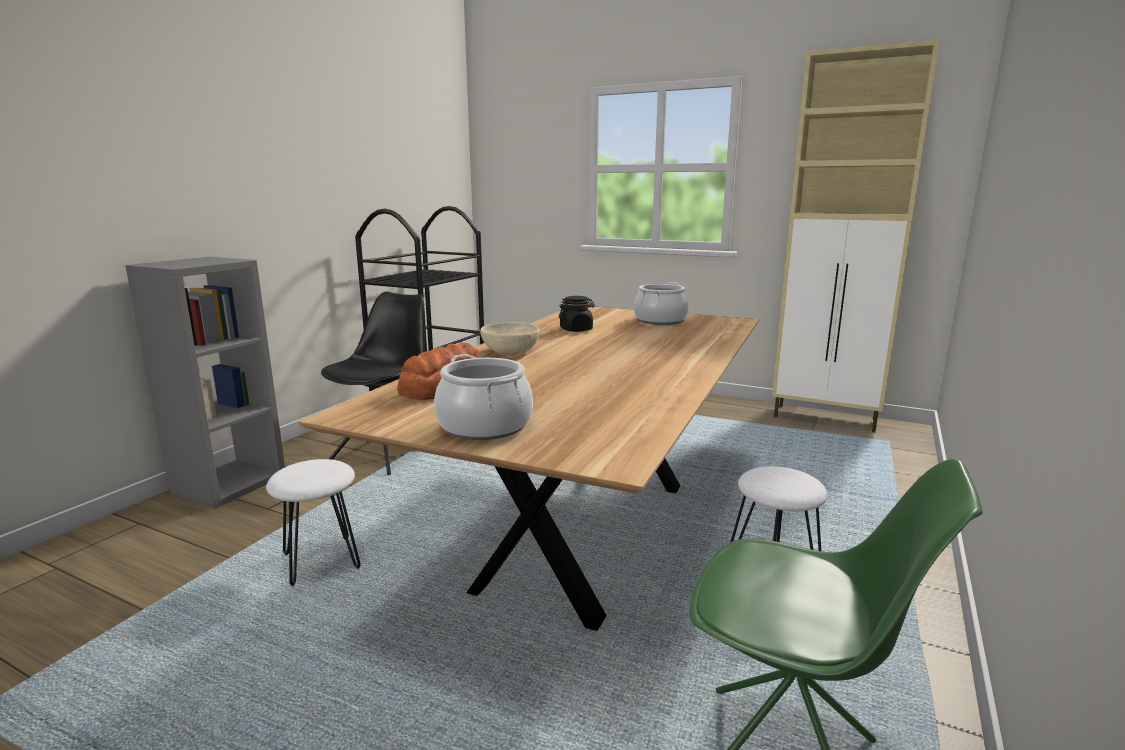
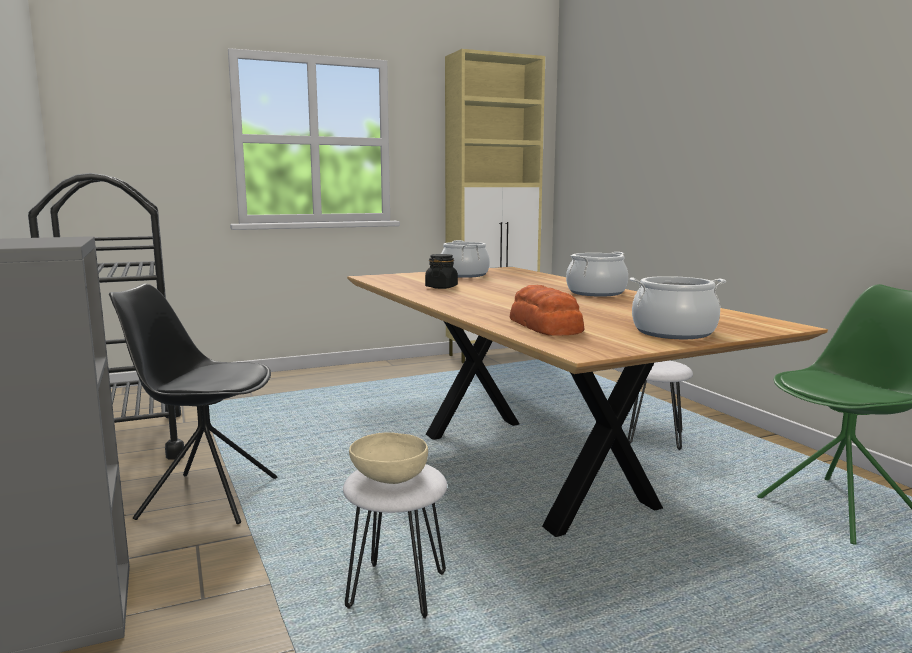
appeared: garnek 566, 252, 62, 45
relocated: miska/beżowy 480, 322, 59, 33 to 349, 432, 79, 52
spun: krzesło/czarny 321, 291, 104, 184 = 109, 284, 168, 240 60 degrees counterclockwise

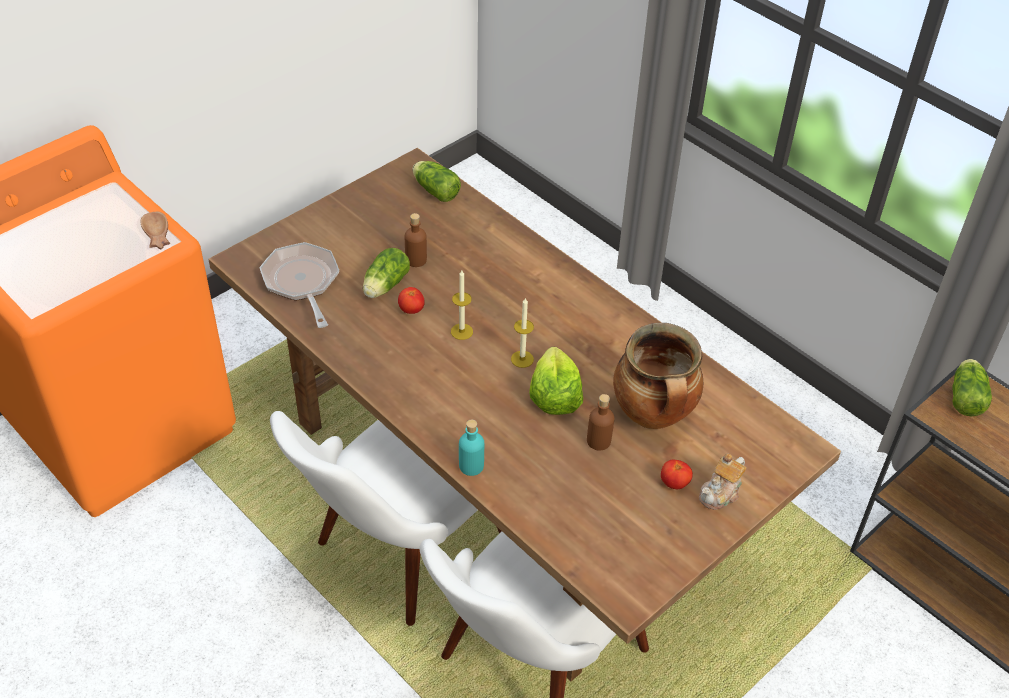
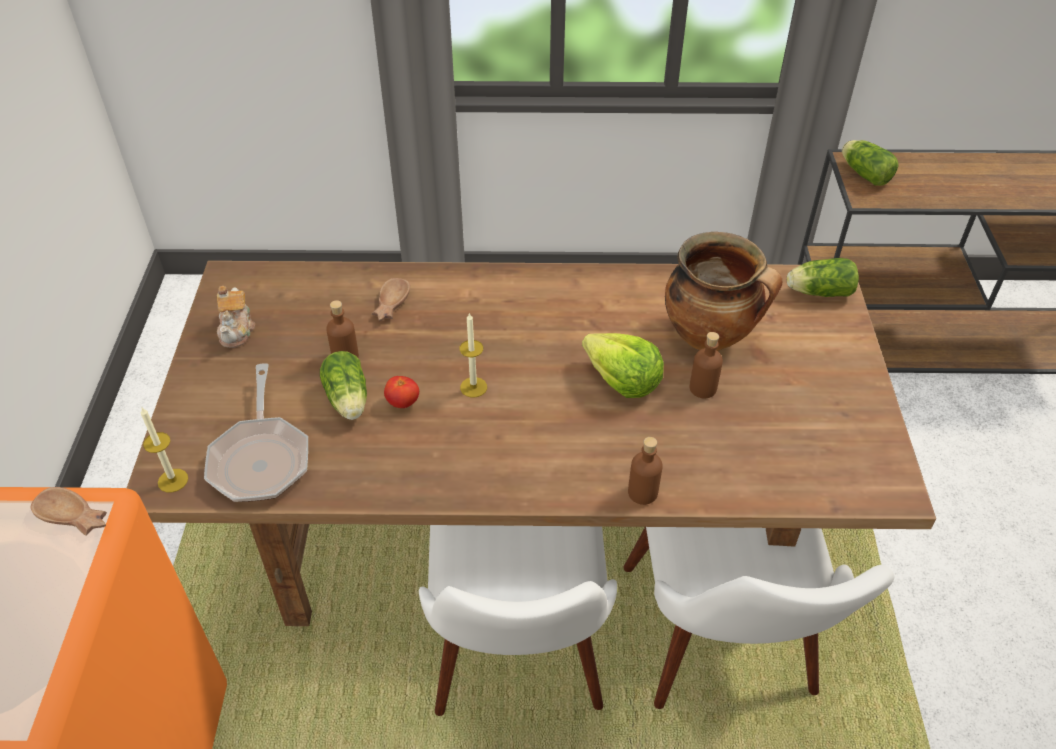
missing: pomidor 661, 459, 32, 30
appeared: miska/brązowy 371, 278, 39, 43
relocated: sałata 413, 161, 48, 41 to 787, 258, 72, 39; świeca 511, 297, 23, 71 to 141, 408, 47, 85; imbryk 699, 453, 47, 57 to 217, 286, 38, 62
colour: butelka/turkusowy 459, 419, 25, 57 to butelka/brązowy 628, 437, 35, 68
spun: patelnia 259, 242, 80, 86 = 204, 363, 104, 139 120 degrees counterclockwise

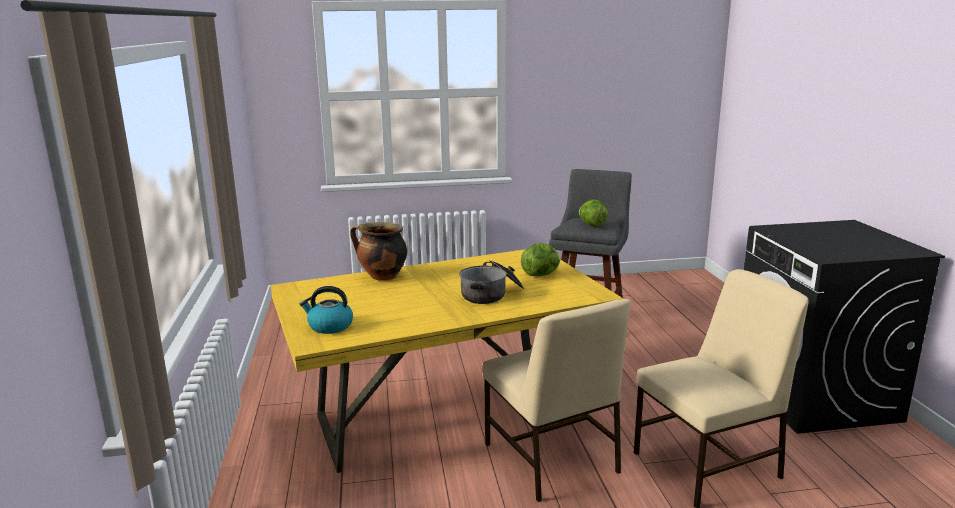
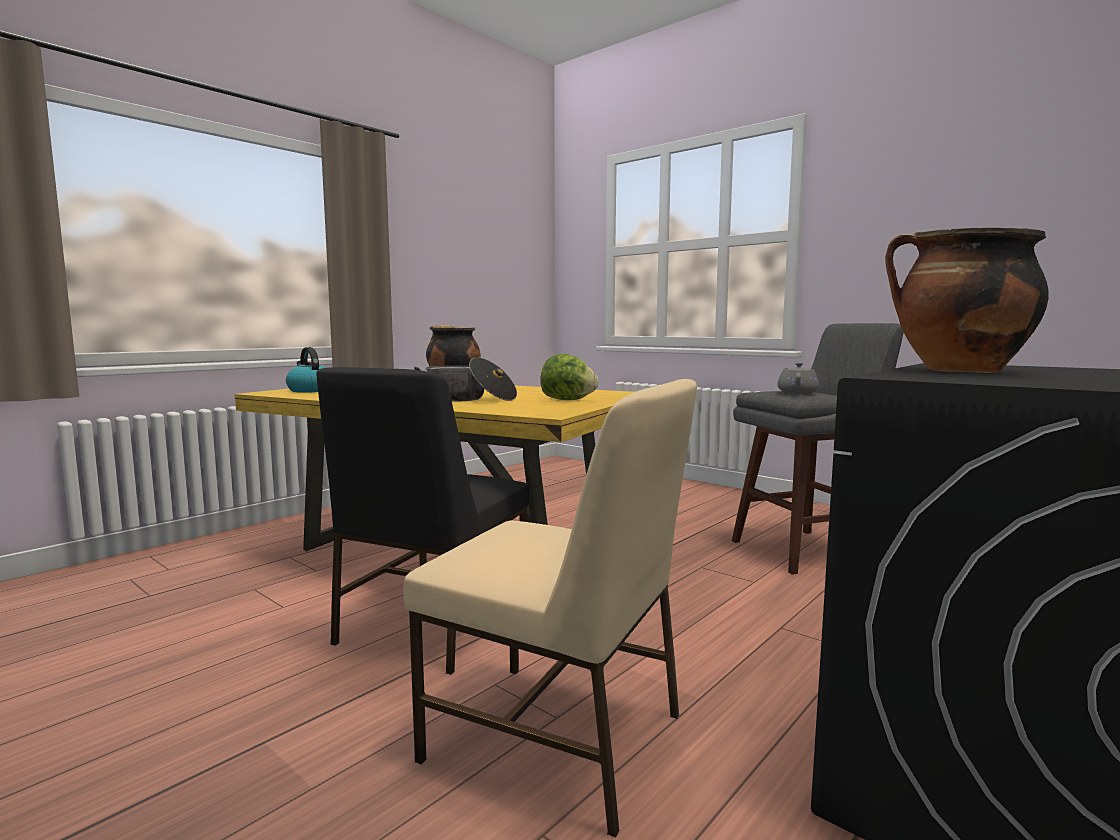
appeared: garnek 885, 228, 164, 145
exchanged: sałata 579, 200, 29, 27 to imbryk/szary 777, 363, 42, 31
colour: krzesło/beżowy 482, 299, 148, 203 to krzesło/czarny 316, 367, 213, 308

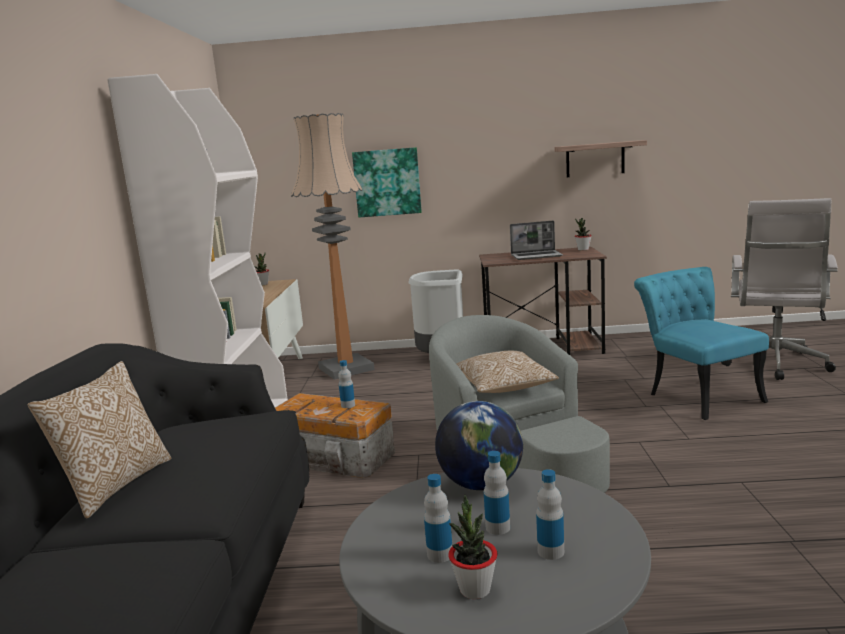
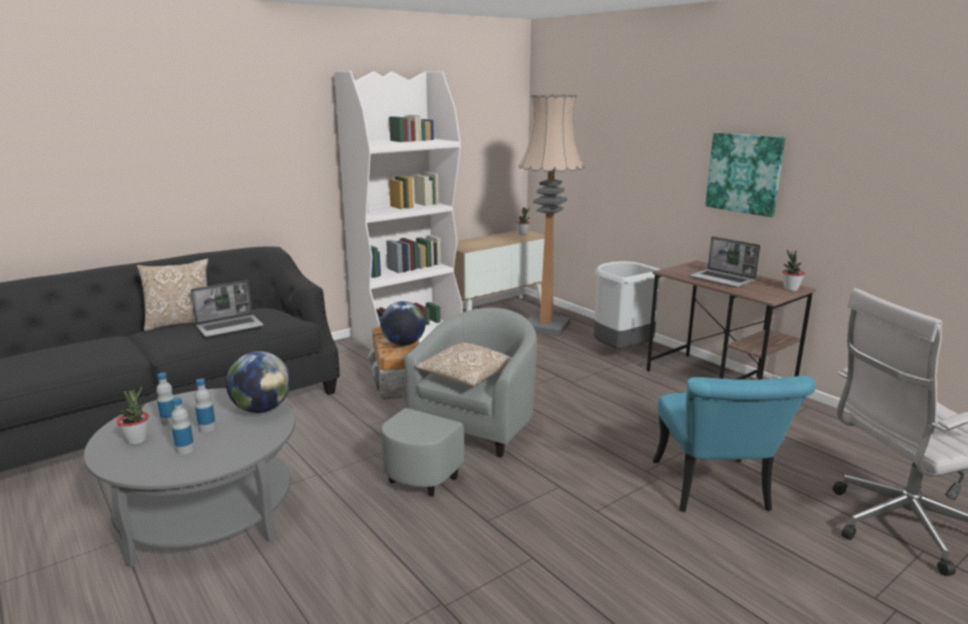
missing: półka 554, 140, 93, 37
appeared: laptop 191, 280, 73, 57
relocated: obraz 352, 147, 70, 70 to 705, 133, 80, 84
exchanged: butelka 338, 360, 17, 48 to globus 381, 301, 45, 45
spun: krzesło/turkusowy 634, 267, 135, 153 = 653, 376, 163, 136 150 degrees clockwise

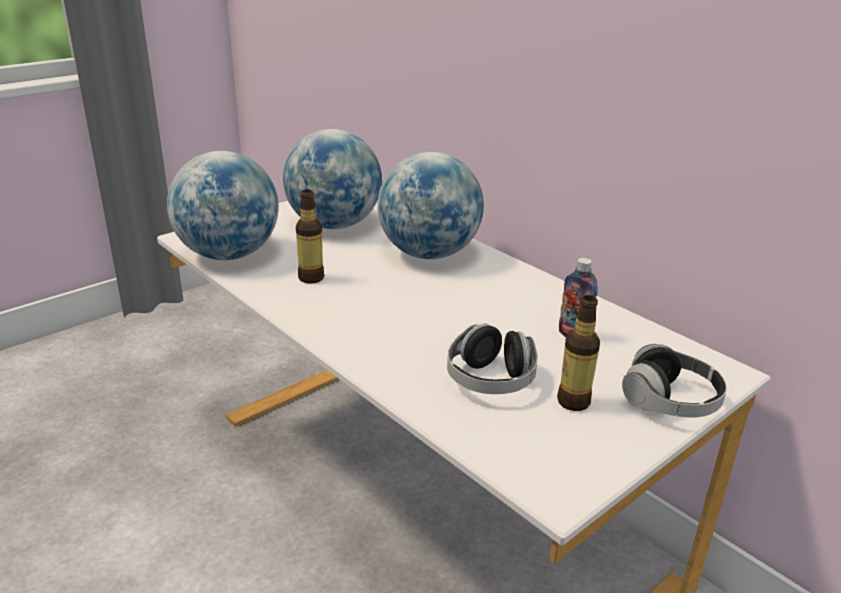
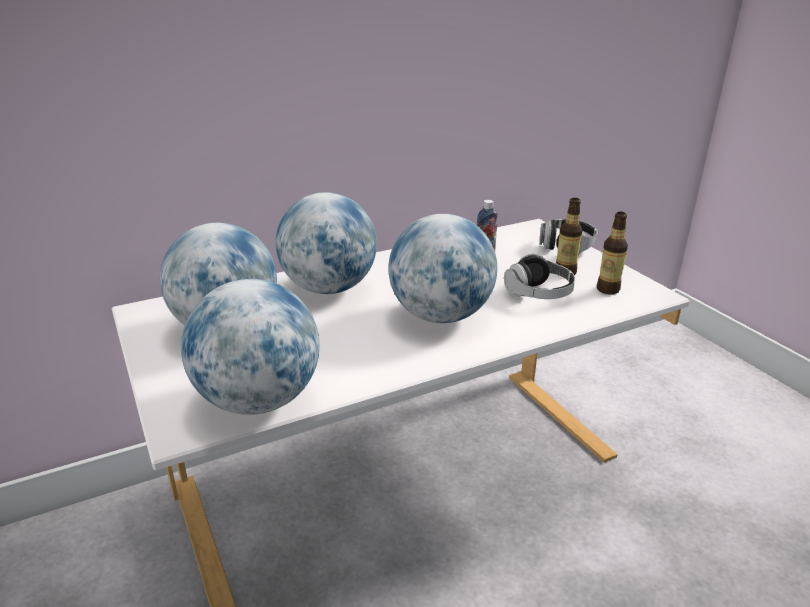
appeared: globus 388, 214, 109, 109
relocated: butelka 296, 189, 28, 95 to 597, 212, 31, 83

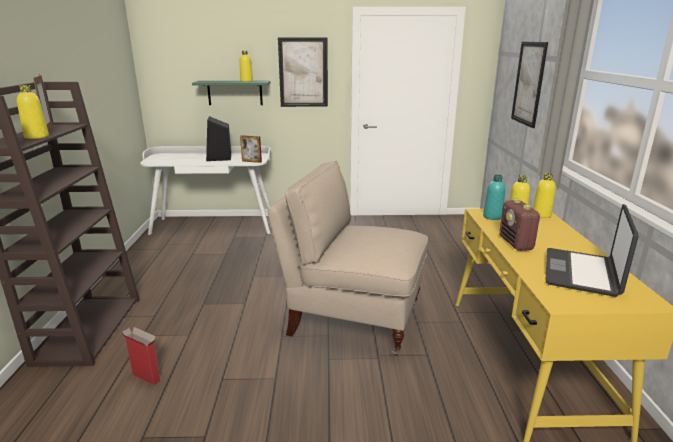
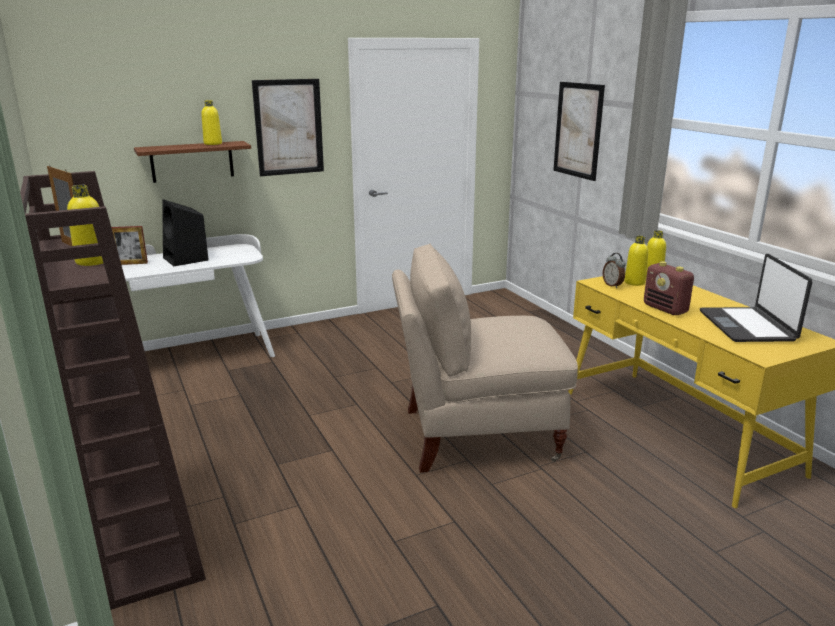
missing: karton 123, 327, 38, 58
relocated: ramka na zdjęcie 240, 135, 22, 28 to 111, 226, 37, 39
exchanged: butelka/turkusowy 483, 175, 22, 45 to budzik 603, 253, 23, 35
colour: półka/zielony 192, 81, 78, 24 to półka/brązowy 134, 141, 117, 42

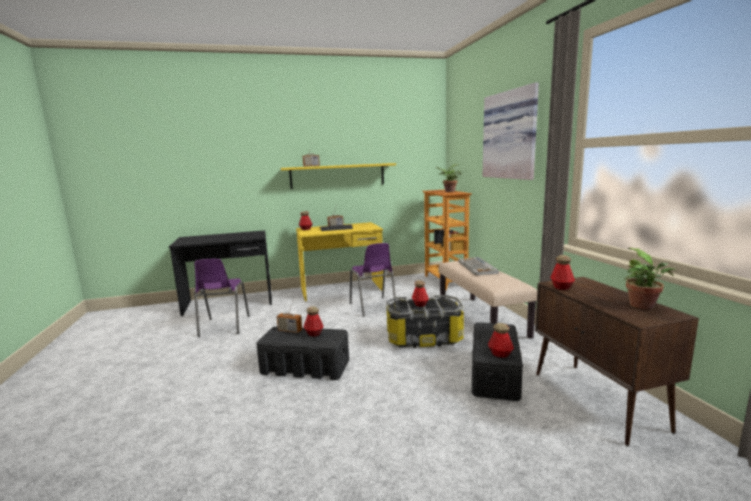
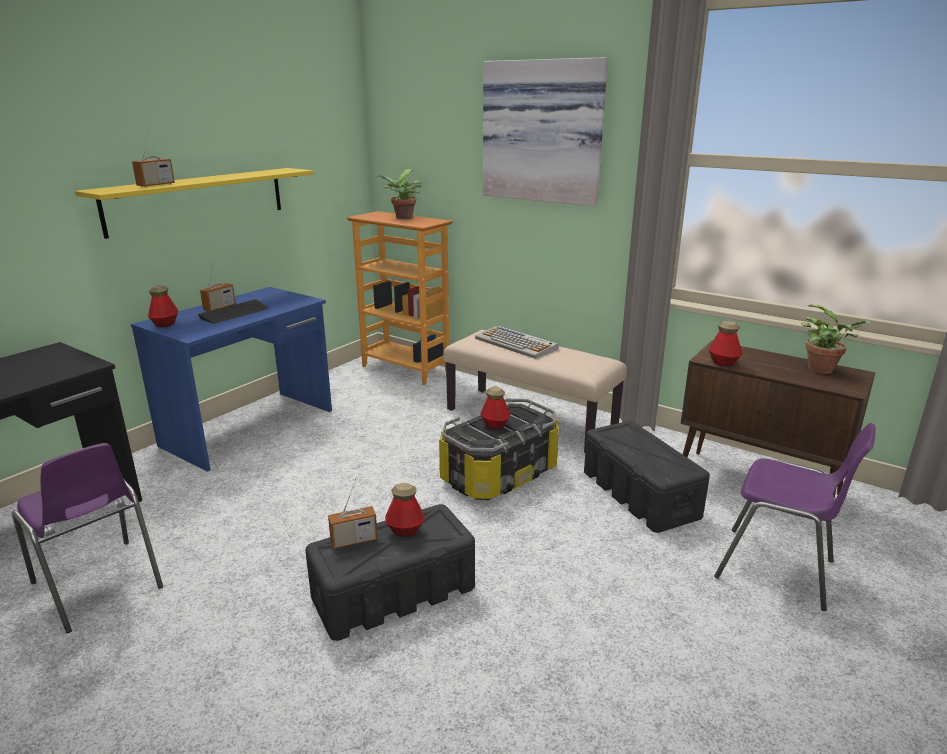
missing: butelka 488, 323, 26, 35
relocated: krzesło/fioletowy 350, 243, 46, 74 to 714, 423, 162, 188
colour: biurko/żółty 296, 222, 87, 79 to biurko/niebieski 131, 287, 201, 185

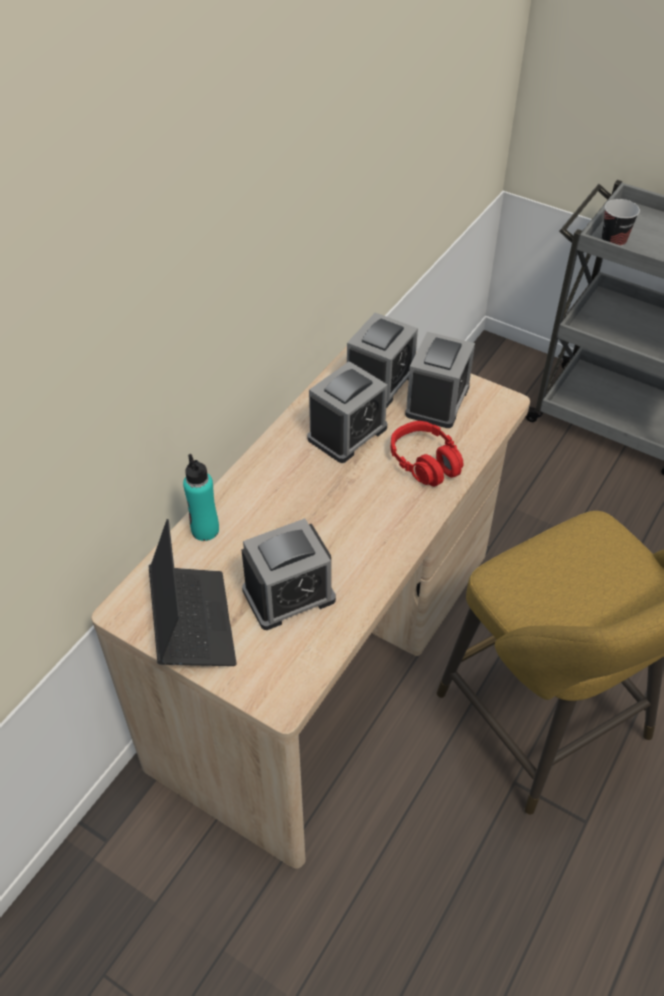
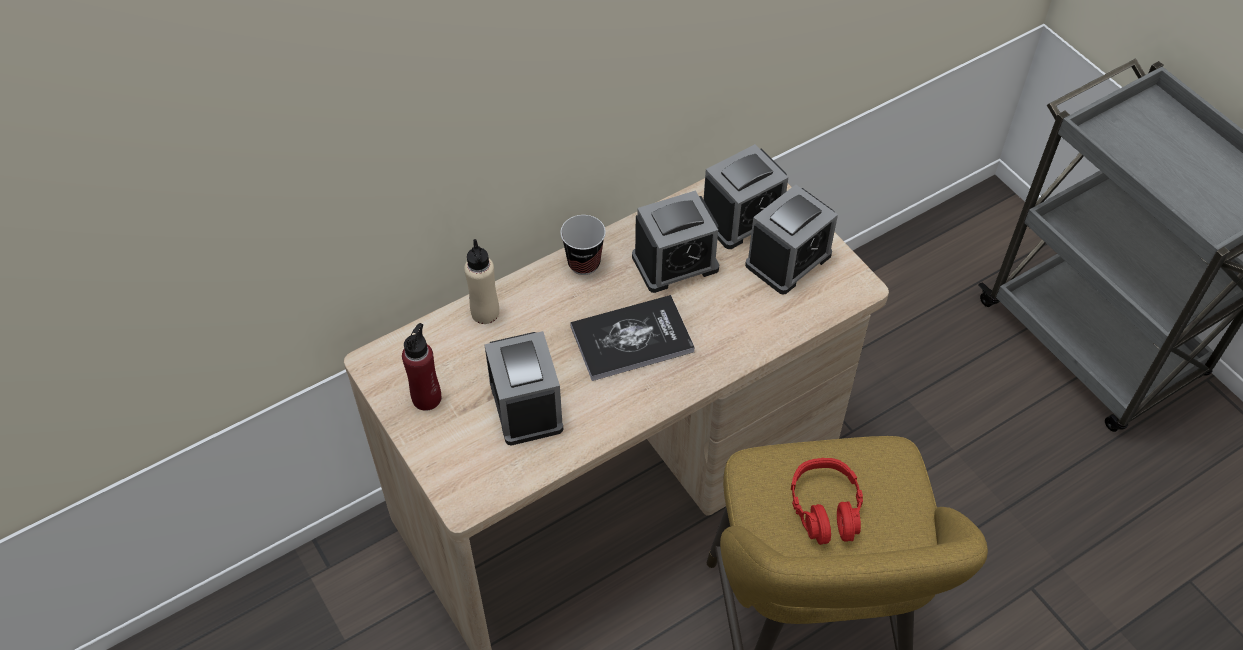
appeared: książka 570, 295, 125, 86
relocated: słuchawki/czerwony 391, 421, 73, 66 to 791, 458, 72, 87; filiżanka 602, 199, 38, 47 to 560, 215, 46, 60
exchanged: laptop 149, 519, 88, 147 to butelka/czerwony 402, 323, 39, 88
colour: butelka/turkusowy 183, 454, 36, 87 to butelka/beżowy 464, 239, 35, 85
spun: budzik 241, 518, 95, 112 = 484, 331, 79, 115 105 degrees counterclockwise

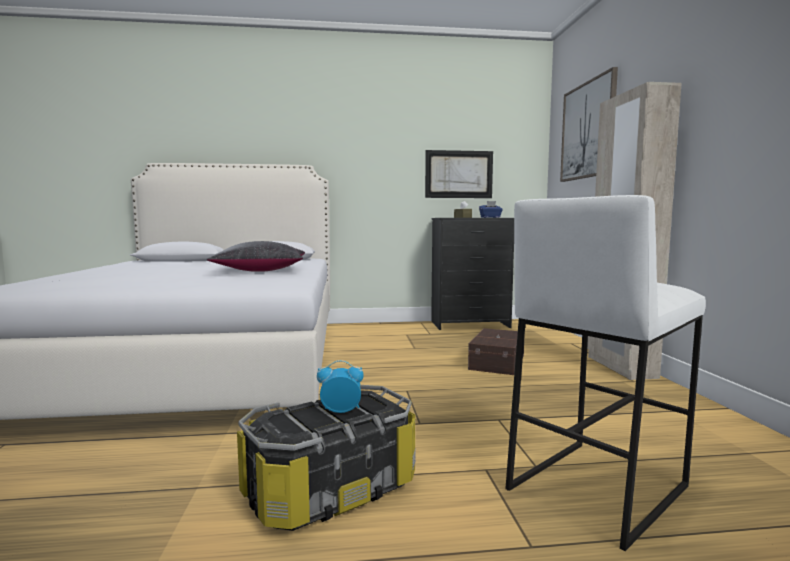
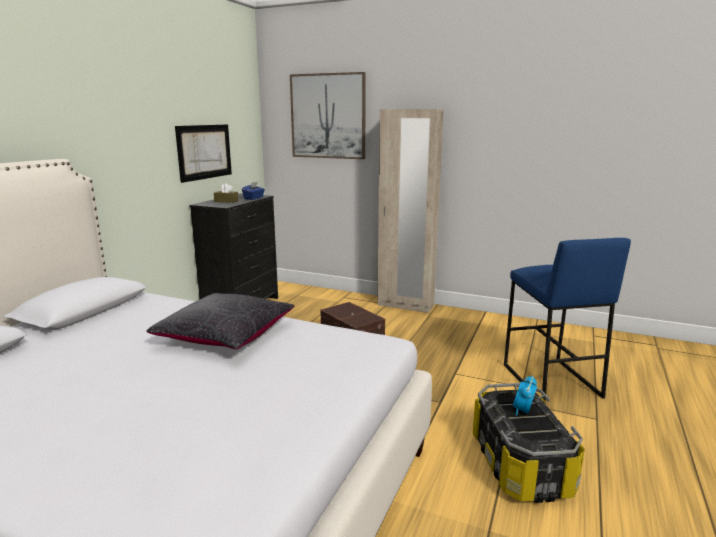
colour: stołek/biały 505, 195, 201, 356 to stołek/niebieski 504, 238, 127, 165

